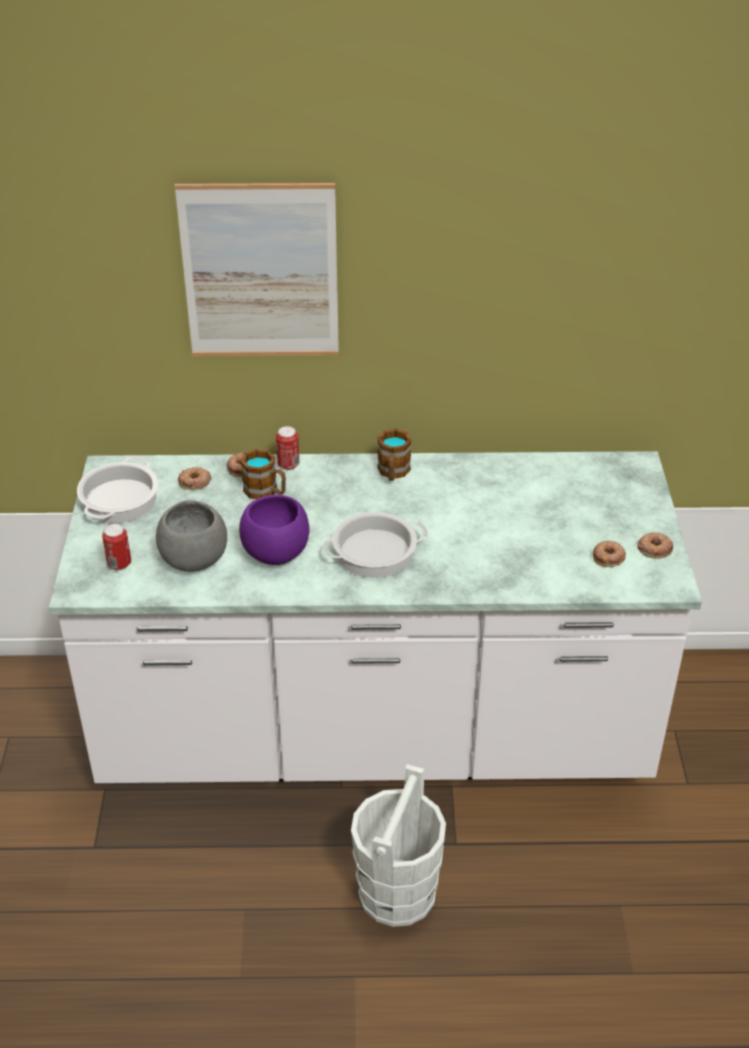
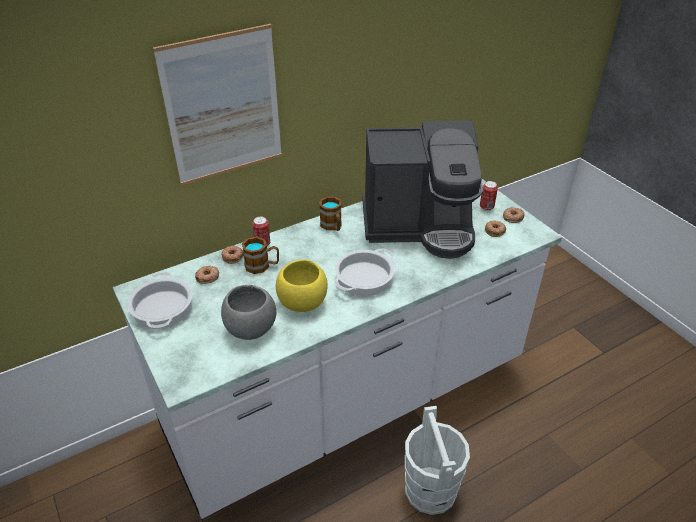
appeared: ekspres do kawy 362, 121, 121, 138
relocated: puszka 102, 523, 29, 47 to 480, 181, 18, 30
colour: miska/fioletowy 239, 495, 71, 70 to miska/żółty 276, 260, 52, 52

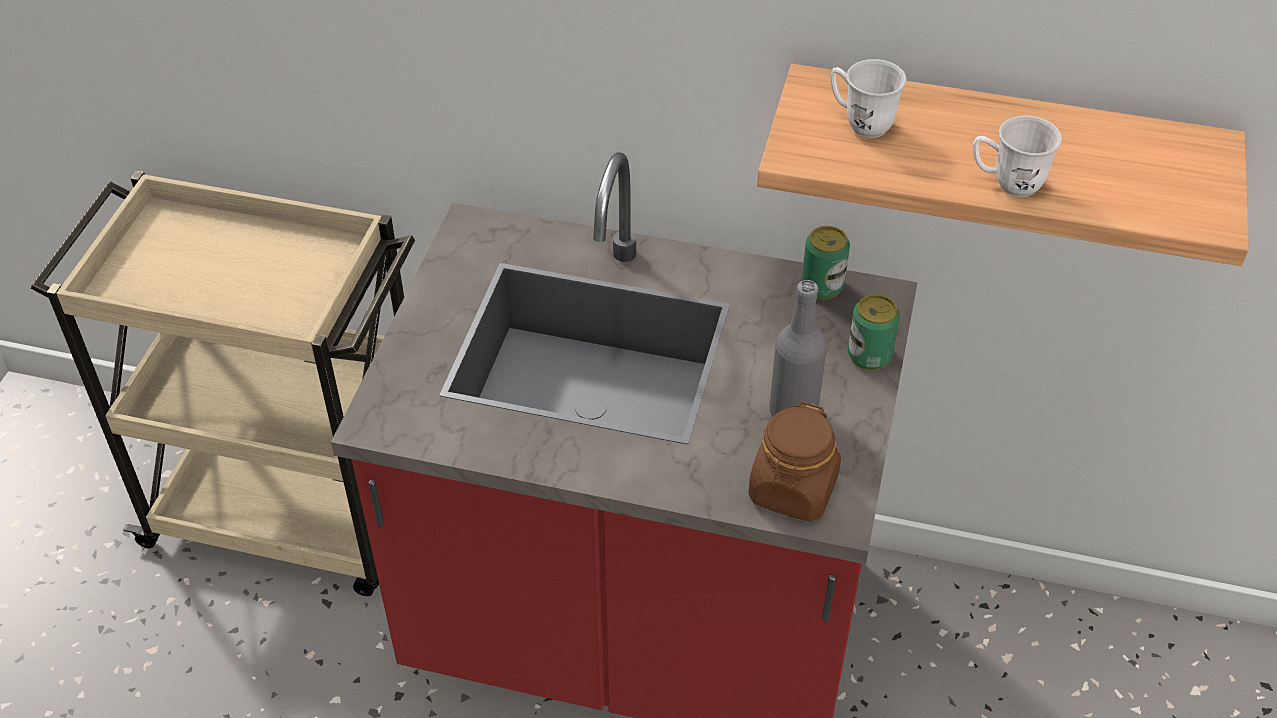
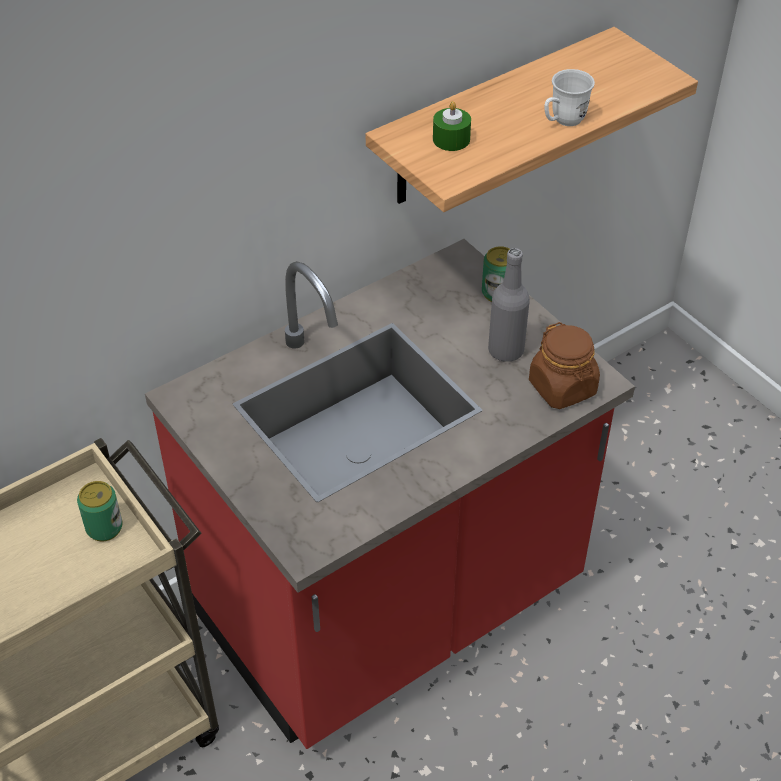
relocated: puszka 801, 226, 49, 73 to 77, 481, 46, 60
exchanged: kubek/biały 831, 59, 76, 79 to świeca/zielony 433, 101, 38, 50

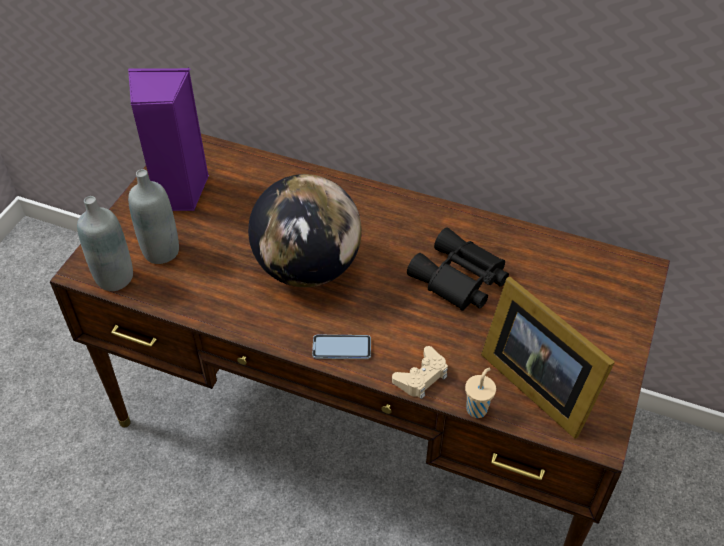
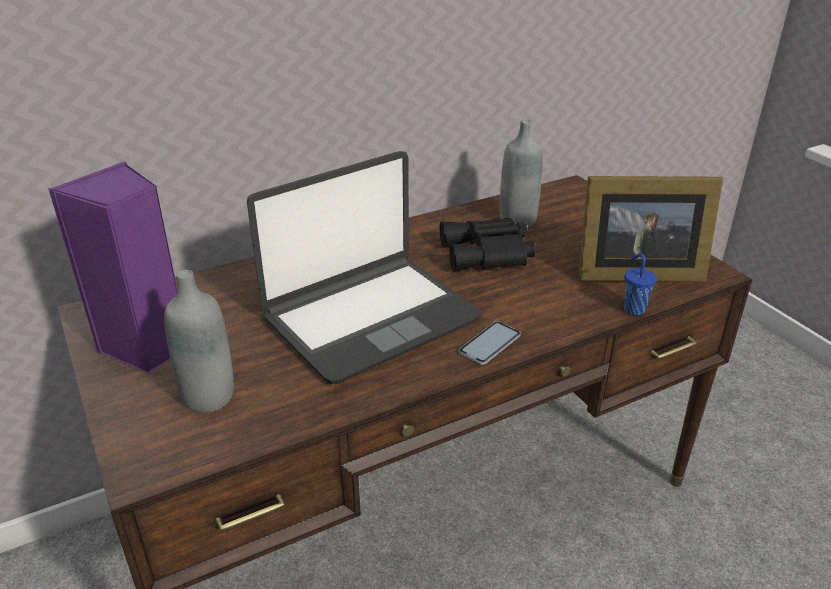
missing: pad do gier/beżowy 392, 346, 56, 53
relocated: butelka/szary 77, 196, 56, 95 to 500, 120, 43, 108
exchanged: globus 248, 174, 114, 113 to laptop 247, 151, 235, 233
colour: filiżanka/beżowy 465, 368, 31, 50 to filiżanka/niebieski 624, 253, 33, 63

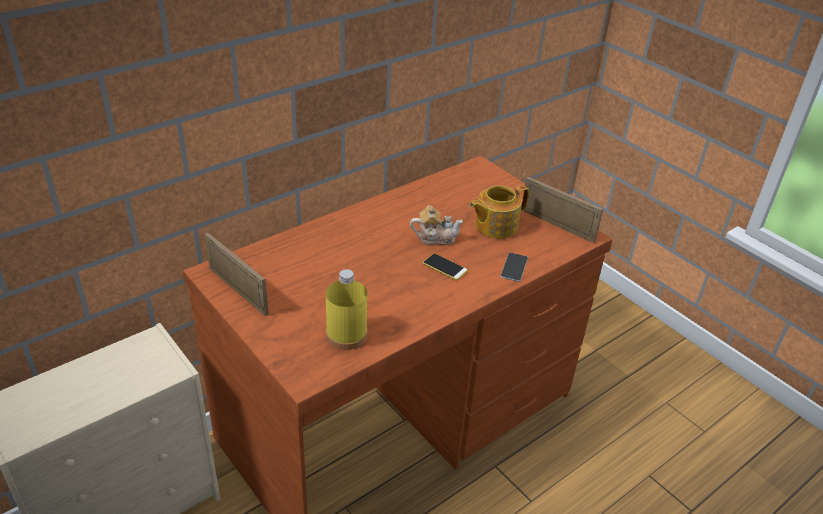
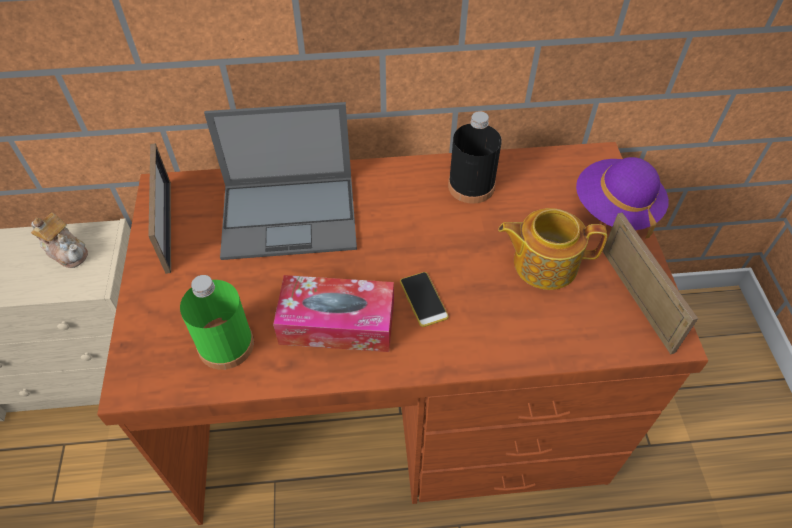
missing: telefon 500, 253, 28, 29
appeared: laptop 204, 102, 153, 158; pudełko chusteczek 273, 275, 121, 77; butelka/czarny 448, 111, 54, 93; kapelusz/fioletowy 576, 157, 93, 81
relocated: imbryk 410, 205, 53, 40 to 31, 213, 57, 55
colour: butelka/żółty 326, 269, 41, 81 to butelka/zielony 180, 275, 74, 95

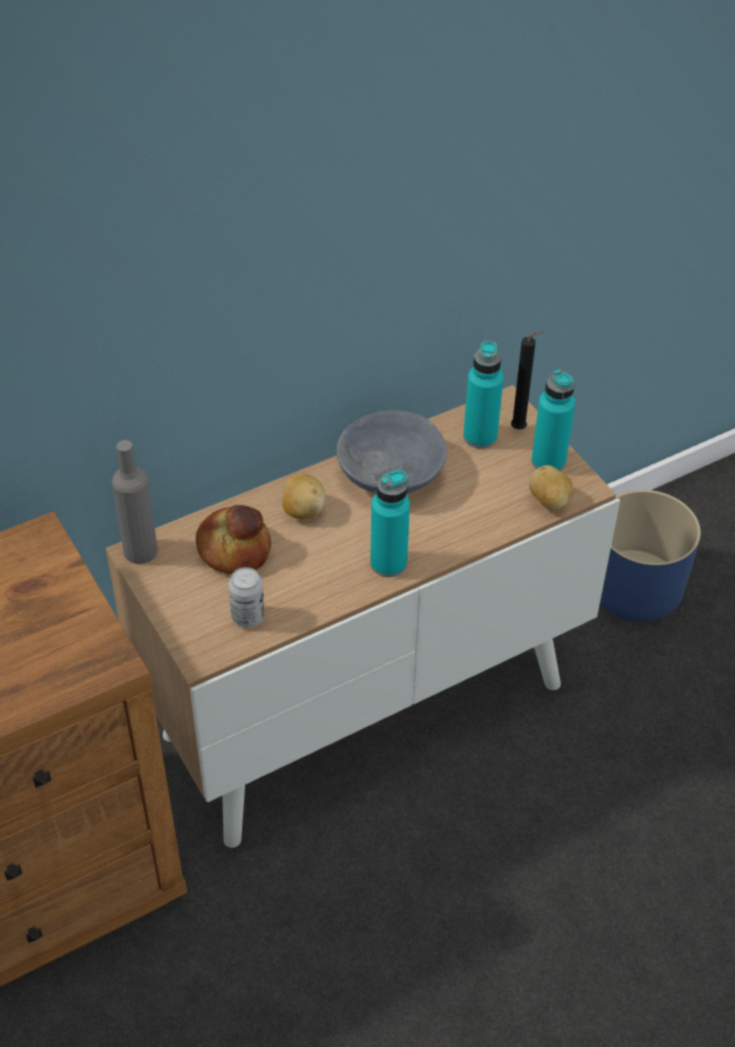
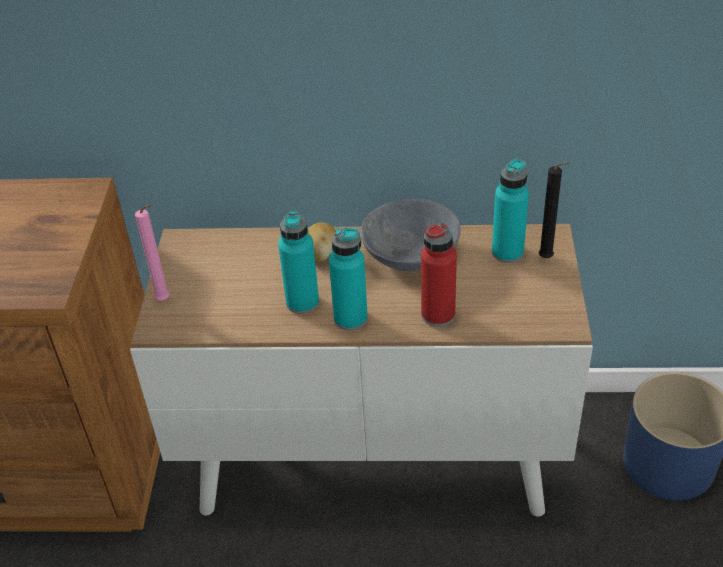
missing: butelka/szary 112, 440, 46, 124; chleb 196, 505, 75, 70; puszka 228, 567, 37, 61; ziemniak 529, 465, 44, 45
appeared: świeca/różowy 135, 204, 35, 96; butelka/czerwony 421, 223, 36, 104
relocated: butelka/turkusowy 531, 369, 44, 102 to 278, 211, 41, 103

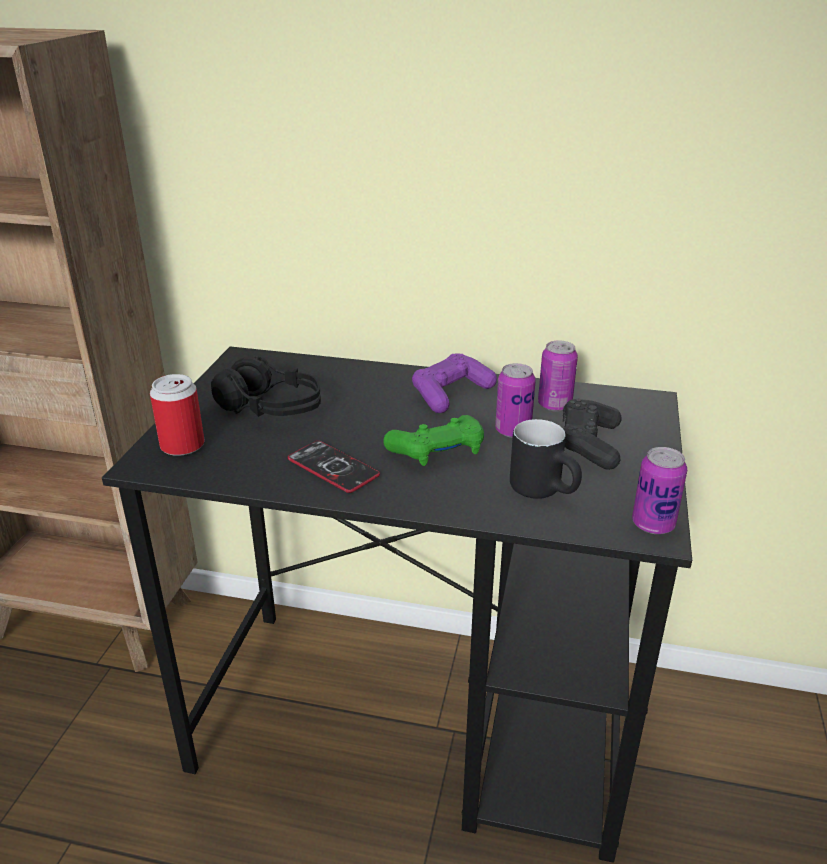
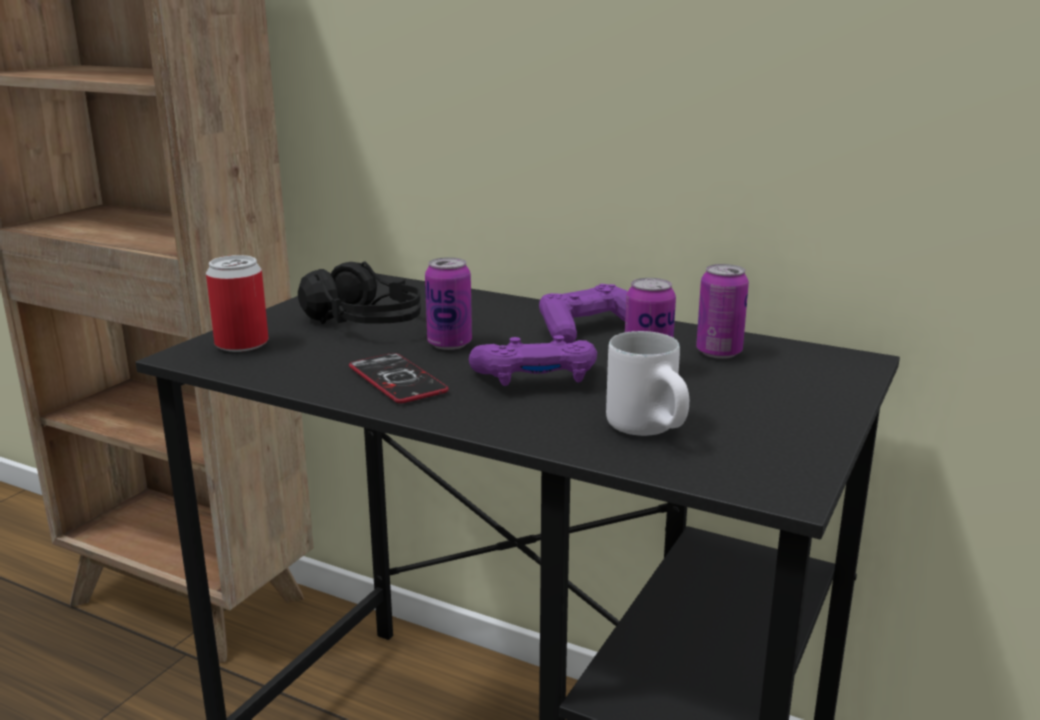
missing: pad do gier/czarny 563, 399, 59, 71
relocated: puszka 632, 447, 55, 87 to 425, 257, 47, 93
colour: pad do gier/zielony 383, 415, 101, 51 to pad do gier/fioletowy 469, 335, 128, 51; kubek/czarny 510, 419, 72, 80 to kubek/biały 606, 331, 83, 105

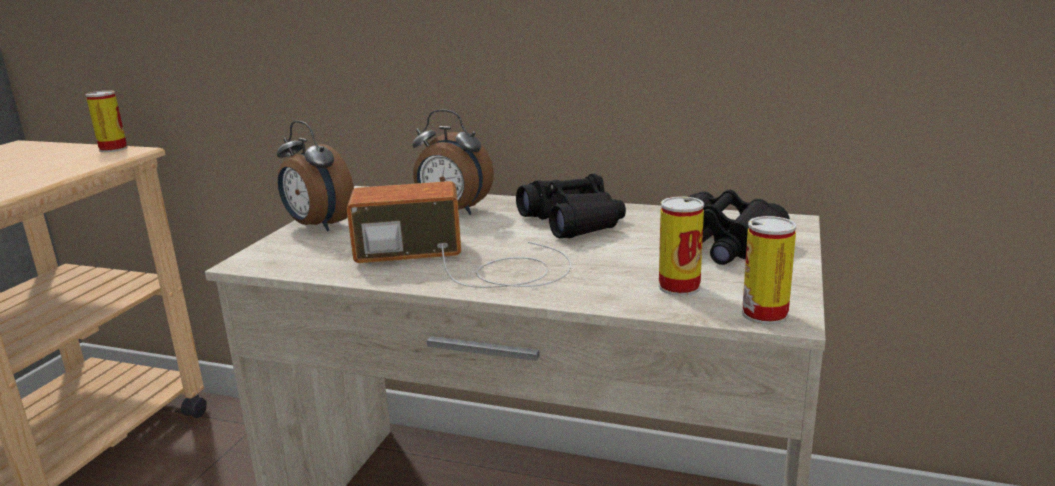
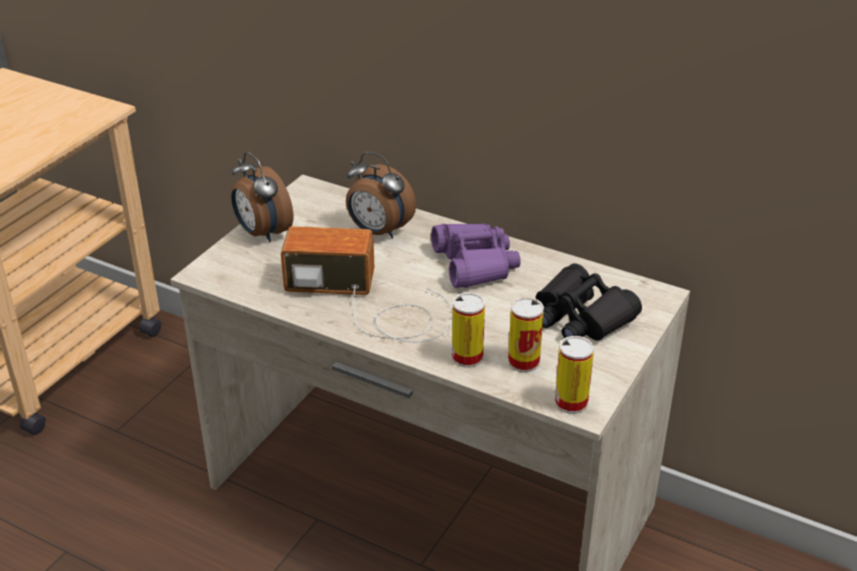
relocated: puszka 85, 90, 43, 62 to 452, 293, 33, 74
colour: lornetka/czarny 516, 174, 110, 64 to lornetka/fioletowy 431, 224, 90, 64

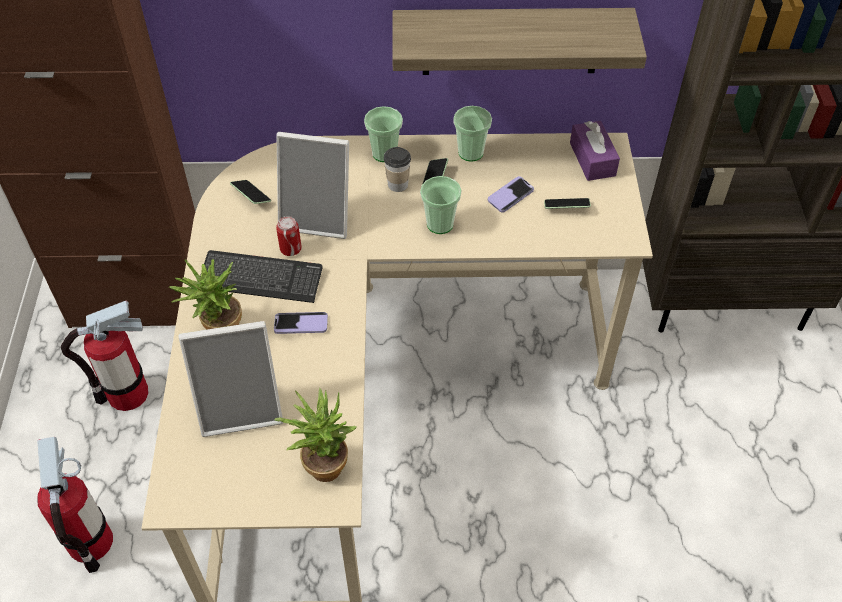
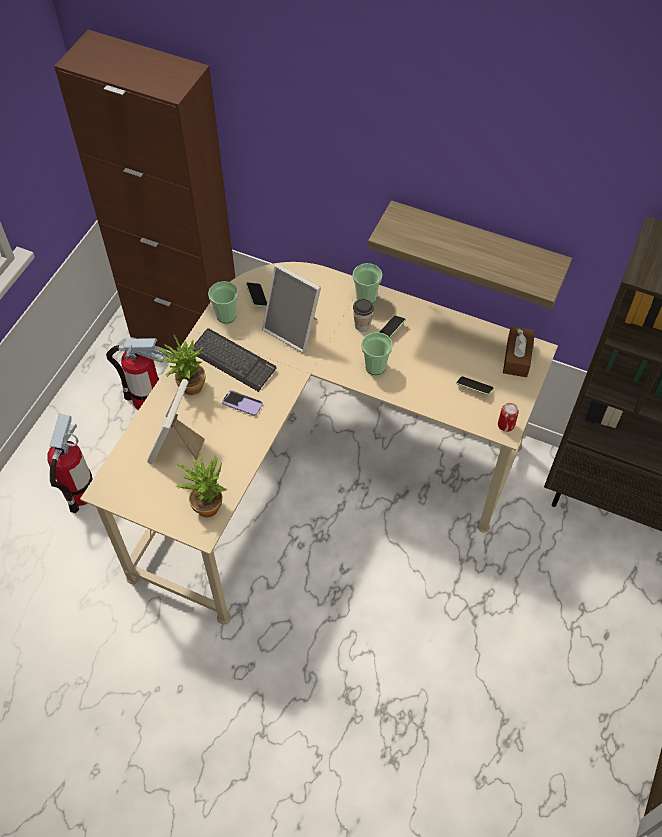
missing: telefon 488, 176, 46, 37
relocated: puszka 276, 216, 26, 40 to 498, 403, 21, 29; filiżanka 453, 106, 39, 56 to 208, 281, 31, 43
colour: pudełko chusteczek/fioletowy 570, 121, 50, 60 to pudełko chusteczek/brązowy 503, 326, 32, 51
spun: ramka na zdjęcie 178, 321, 105, 116 = 147, 379, 58, 85 90 degrees clockwise

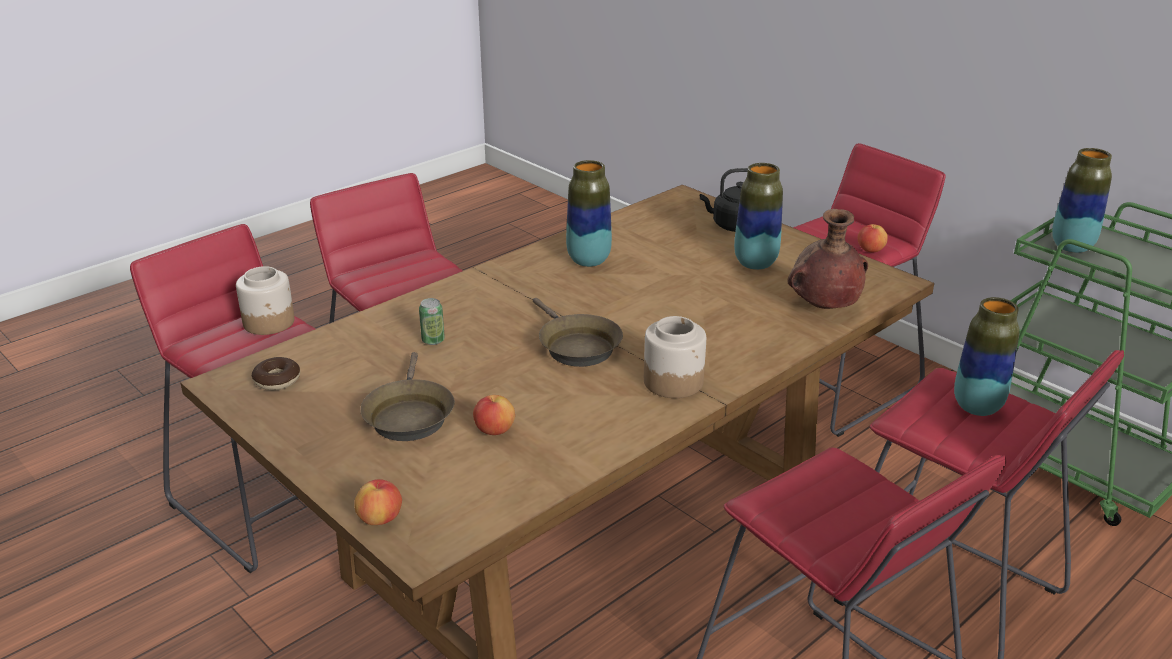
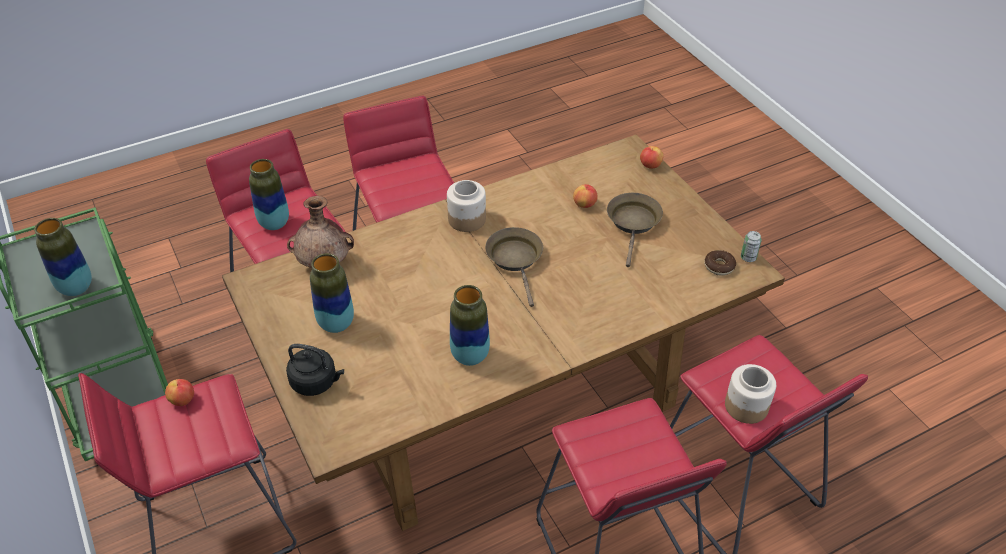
relocated: puszka 419, 298, 26, 47 to 741, 231, 21, 31

